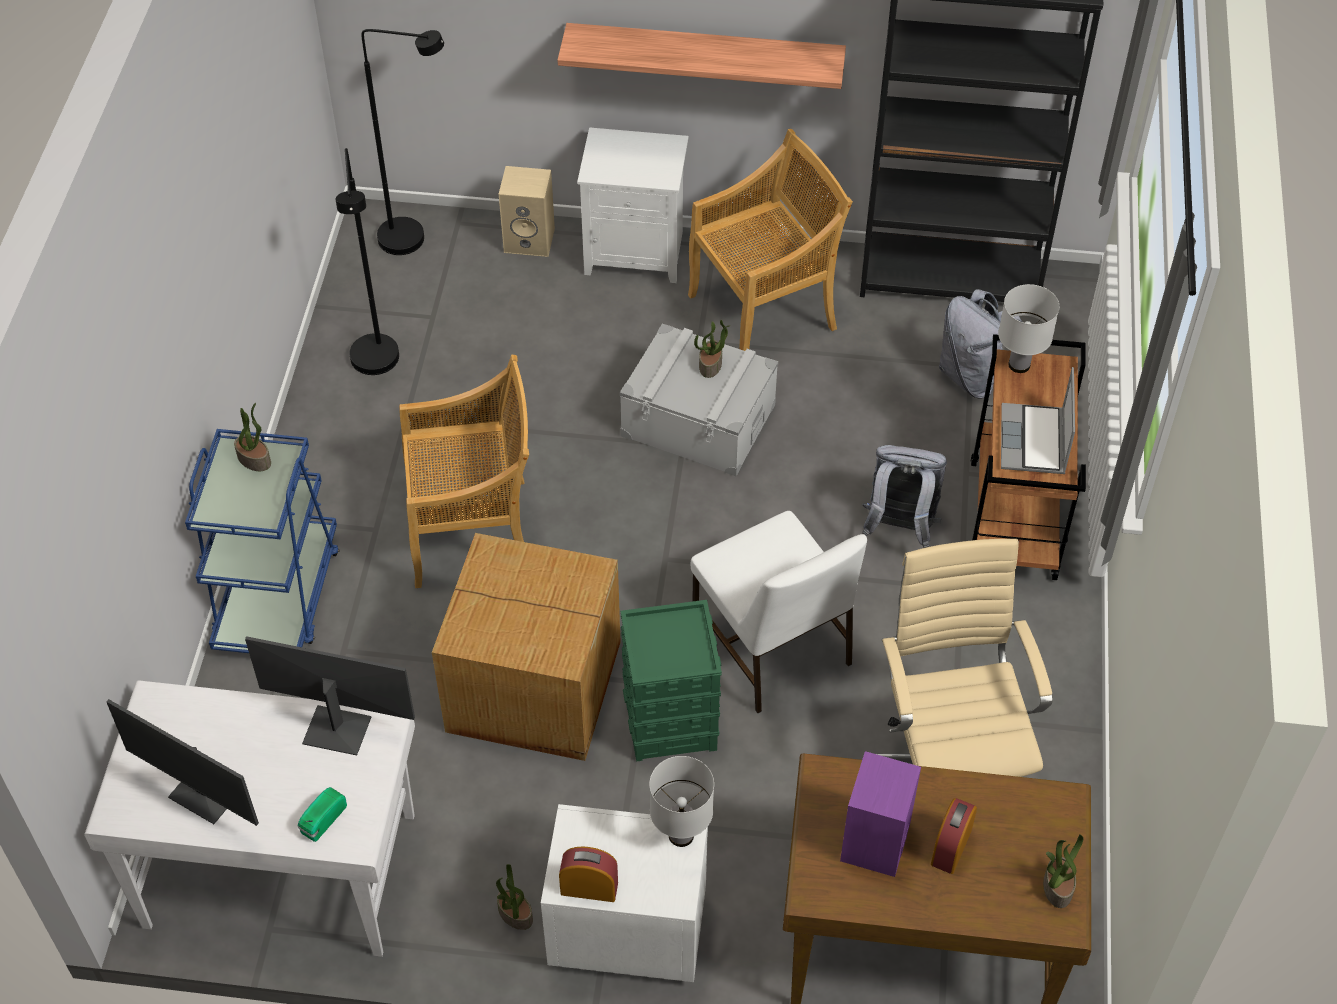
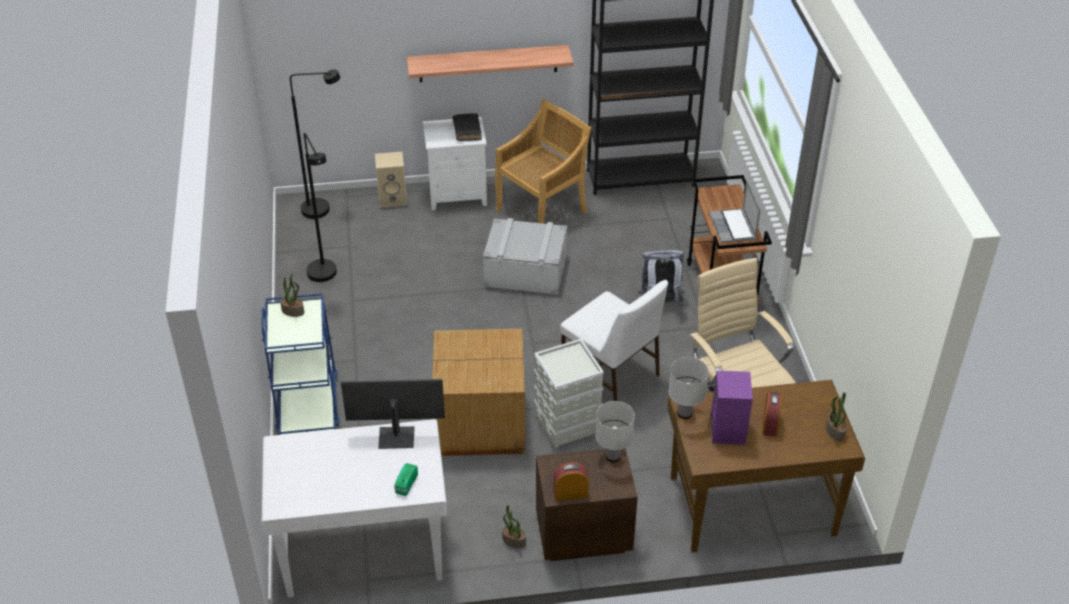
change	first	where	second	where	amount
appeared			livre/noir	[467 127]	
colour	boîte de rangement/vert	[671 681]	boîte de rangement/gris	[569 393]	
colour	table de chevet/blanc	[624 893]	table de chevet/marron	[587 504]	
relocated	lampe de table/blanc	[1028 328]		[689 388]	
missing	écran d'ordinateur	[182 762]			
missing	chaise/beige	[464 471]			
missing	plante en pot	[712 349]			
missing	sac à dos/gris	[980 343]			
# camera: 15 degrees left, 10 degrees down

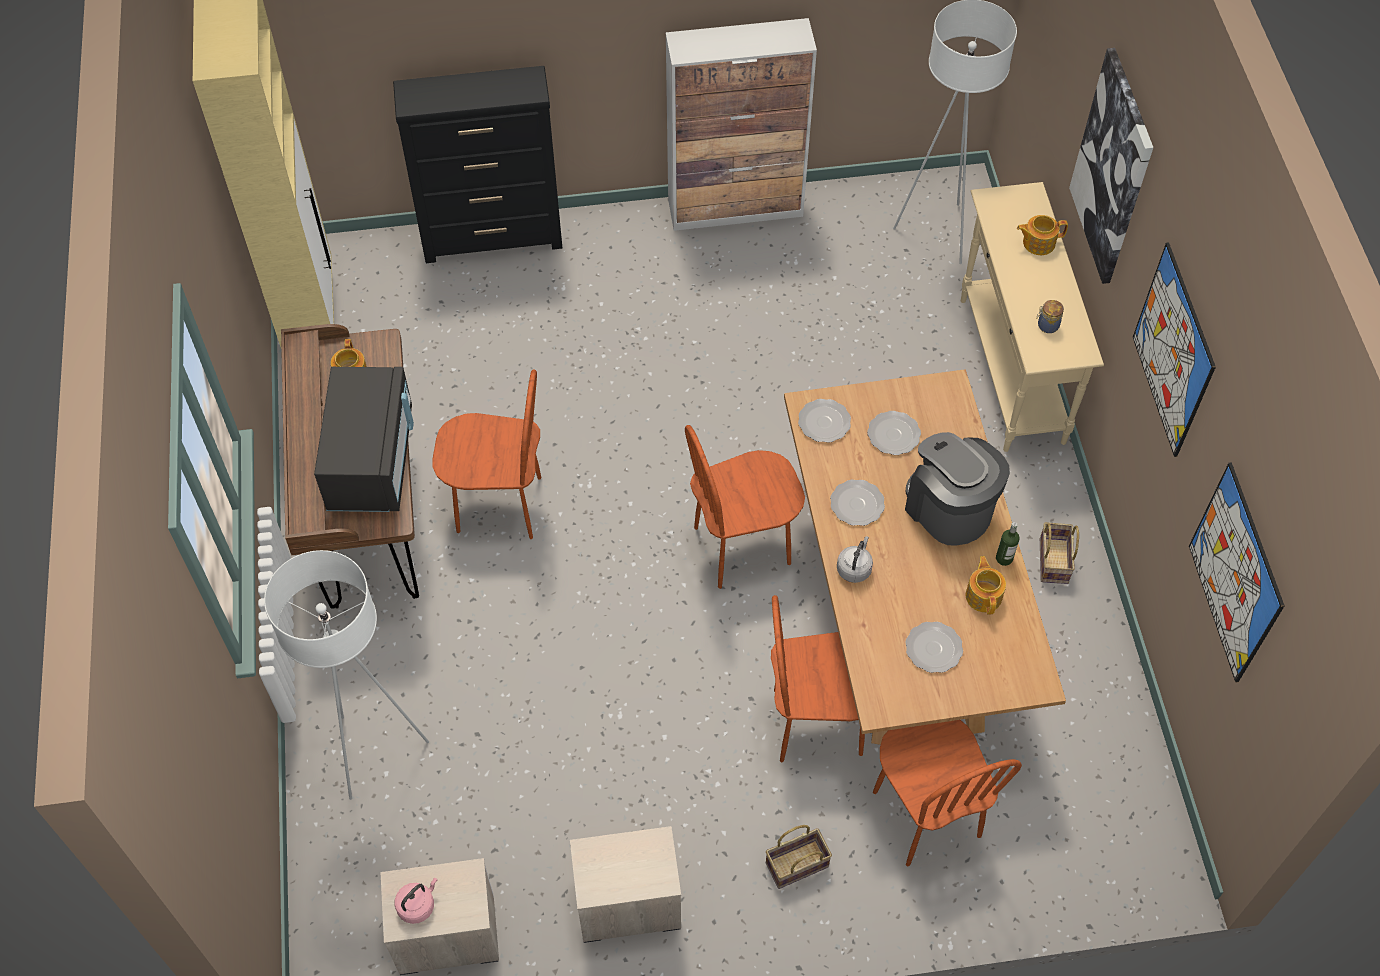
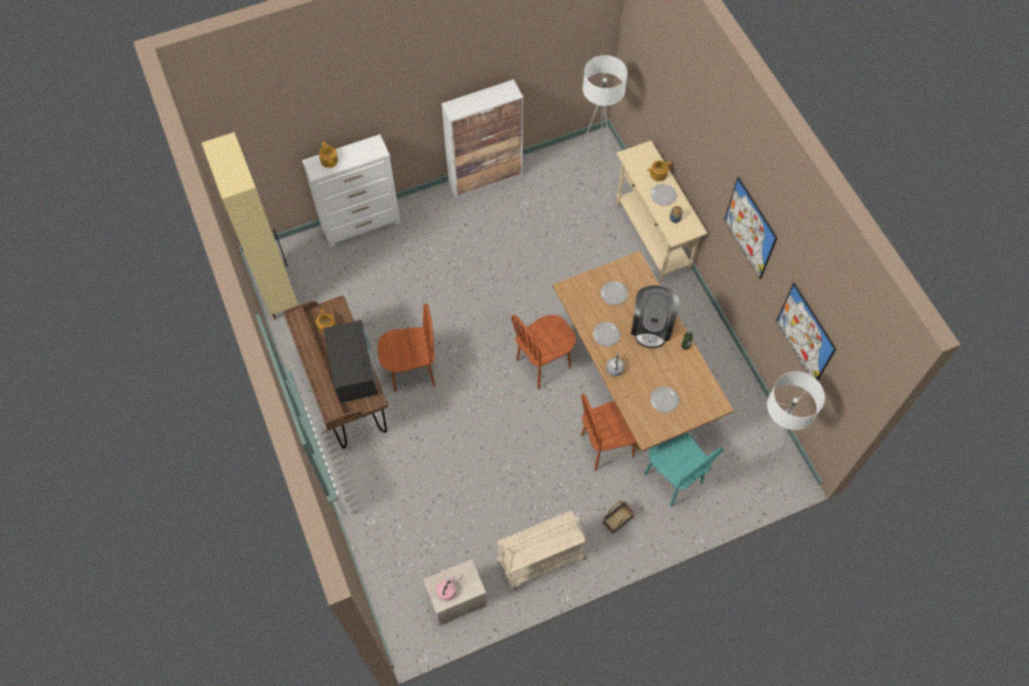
change	first	where	second	where	amount
colour	commode/noir	[477 164]	commode/blanc	[351 190]	
relocated	théière	[986 585]		[328 154]	
exchanged	table de chevet	[625 884]	chariot/beige	[541 550]	
spun	machine à café	[957 488]		[655 317]	120 degrees counterclockwise
colour	chaise/marron	[947 793]	chaise/turquoise	[684 470]	
relocated	assiette	[824 421]		[663 195]	
relocated	lampadaire/blanc	[346 675]		[780 430]	
missing	panier	[1059 553]			
missing	tableau	[1111 166]			
# camera: 15 degrees left, 5 degrees up

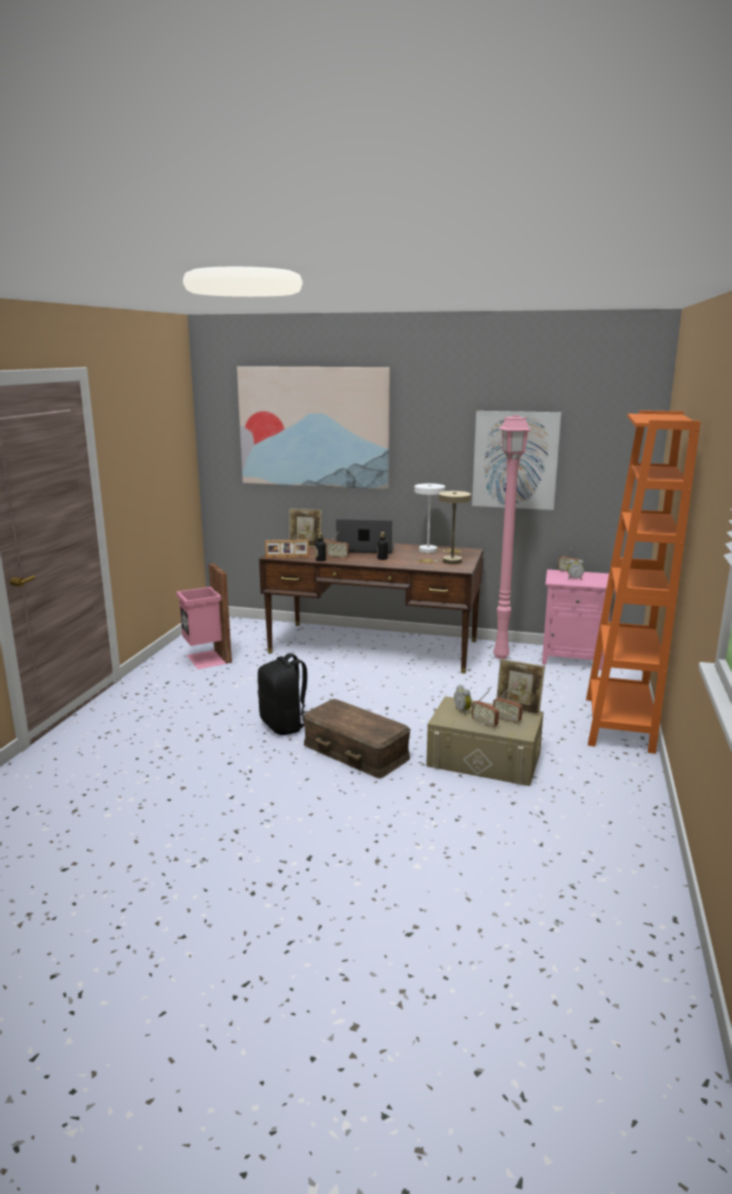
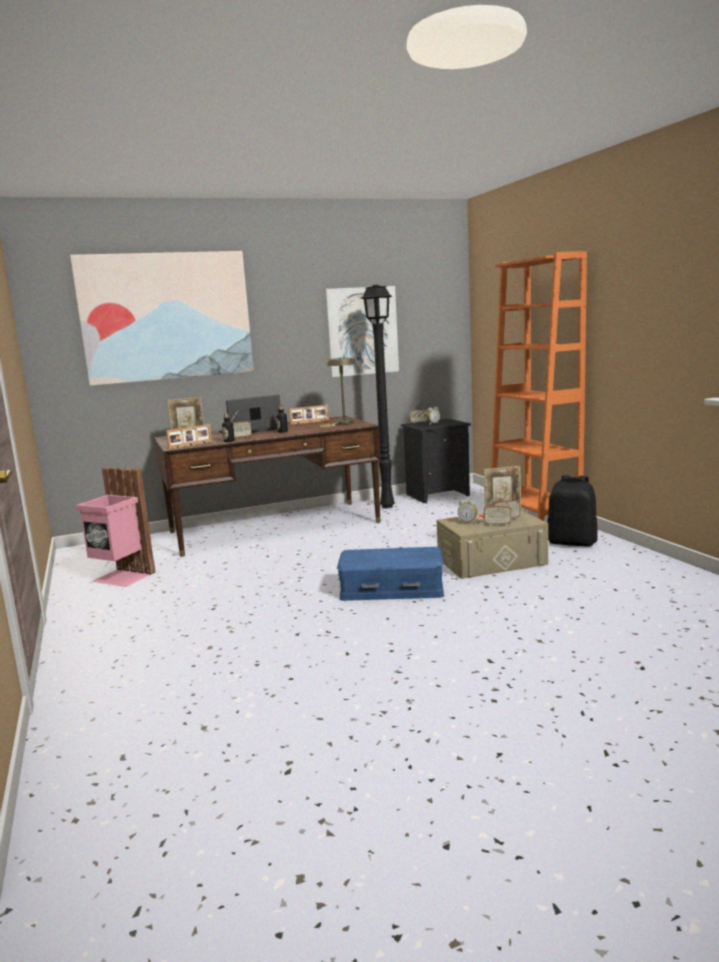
change	first	where	second	where	amount
exchanged	lampe de table/blanc	[437 518]	cadre photo	[309 415]	
colour	boîte de rangement/marron	[357 738]	boîte de rangement/bleu	[390 574]	
colour	lampadaire/rose	[512 537]	lampadaire/noir	[378 396]	
colour	table de chevet/rose	[578 619]	table de chevet/noir	[436 461]	
relocated	sac à dos/noir	[282 694]		[572 511]	
# camera: 35 degrees left, 5 degrees down

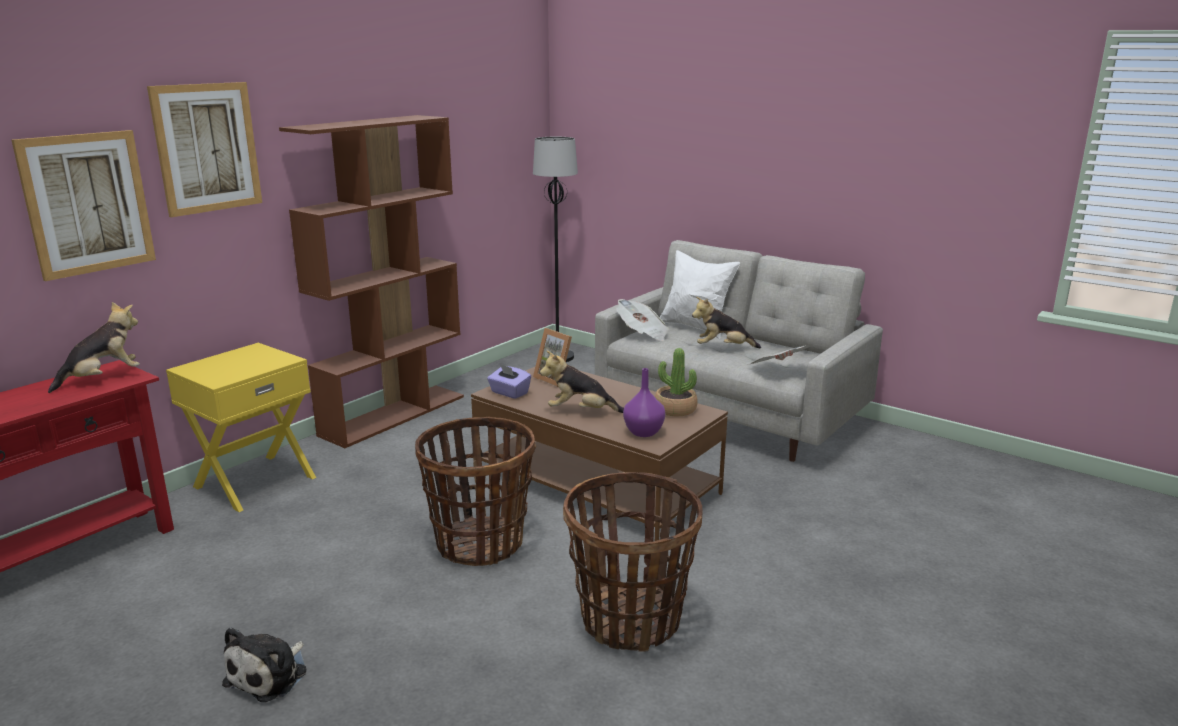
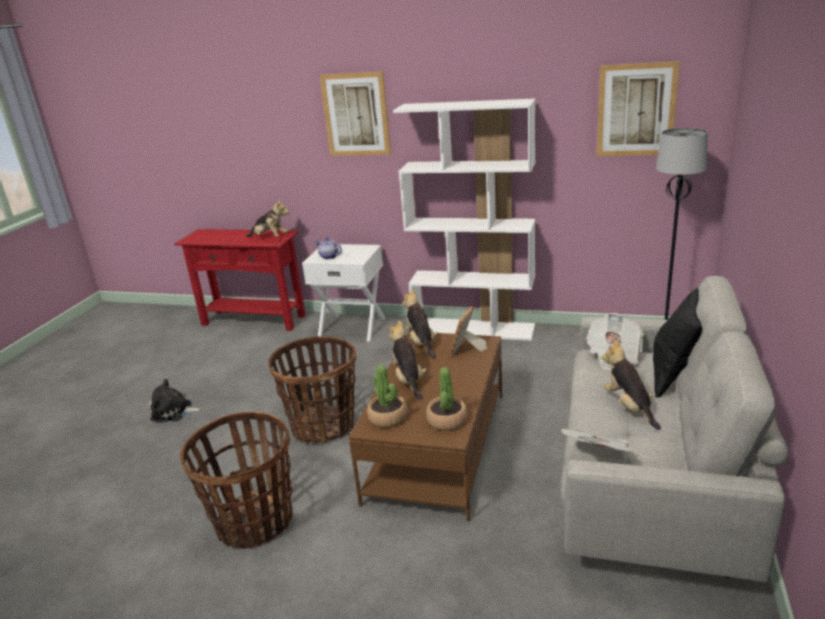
change	first	where	second	where	amount
colour	table de chevet/jaune	[241 427]	table de chevet/blanc	[343 293]	
appeared			théière	[328 248]	
exchanged	vase/violet	[644 402]	plante en pot	[387 396]	
colour	bibliothèque/marron	[371 281]	bibliothèque/blanc	[464 219]	
exchanged	boîte à mouchoirs/violet	[509 381]	peluche	[420 324]	
relocated	tableau	[84 205]		[638 108]	
colour	coussin/blanc	[700 294]	coussin/noir	[677 342]	
# camera: 70 degrees right, 5 degrees up

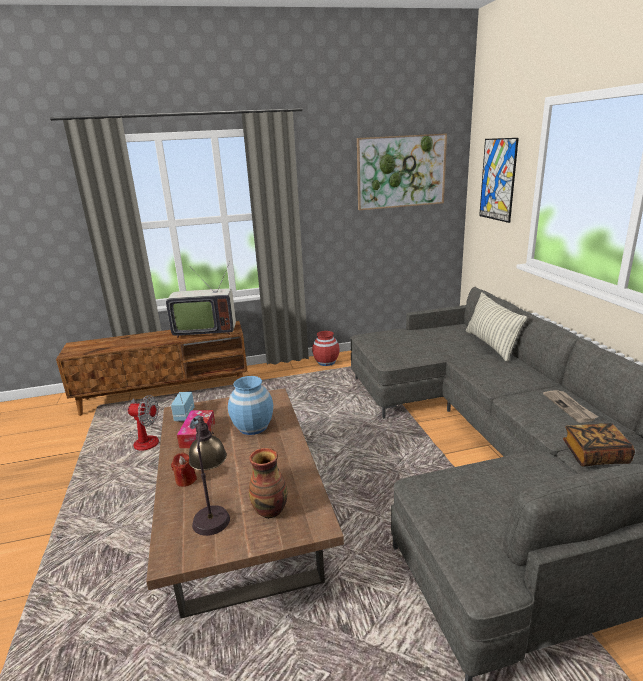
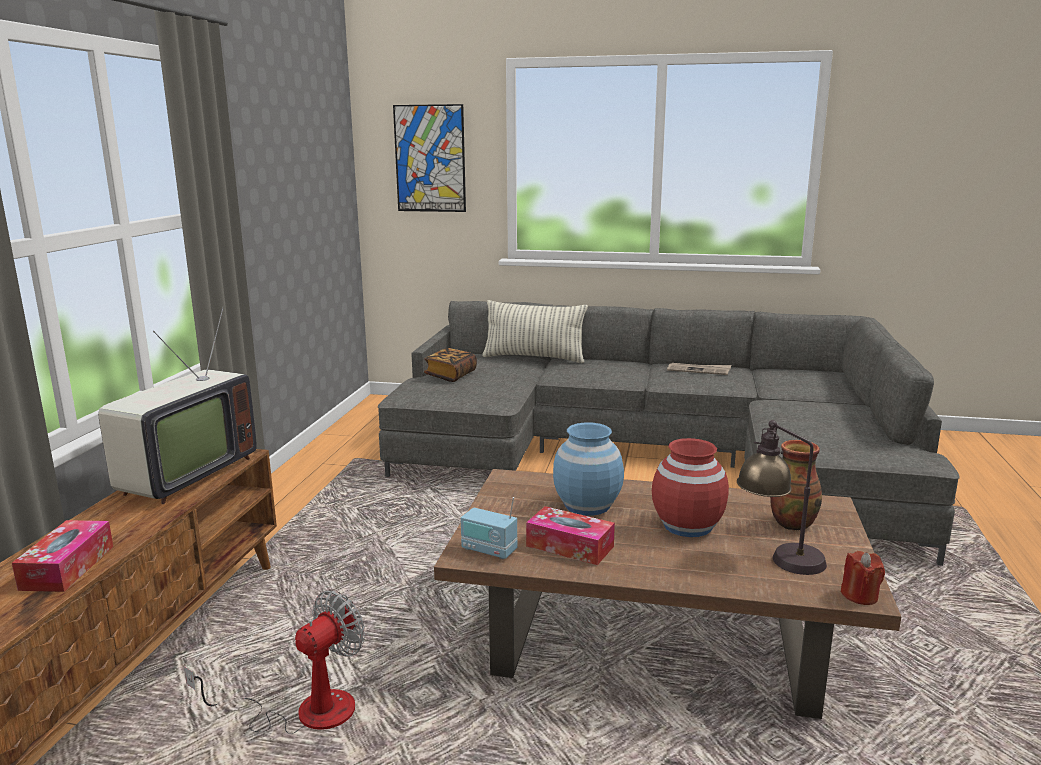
change	first	where	second	where	amount
appeared			boîte à mouchoirs	[62 556]	
relocated	livre	[599 445]		[450 365]	
relocated	vase/rouge	[326 348]		[690 487]	
relocated	bougie/rouge	[184 470]		[863 578]	
missing	tableau	[402 171]			
# camera: 65 degrees left, 5 degrees down

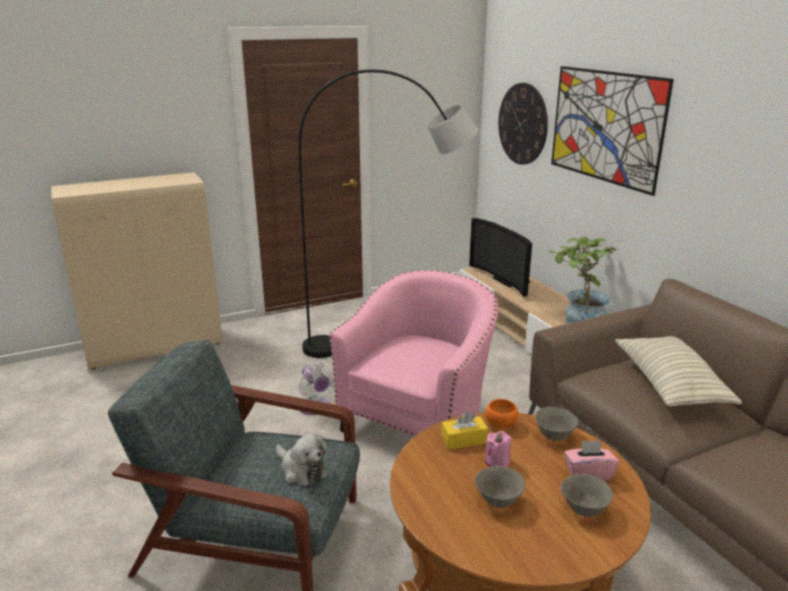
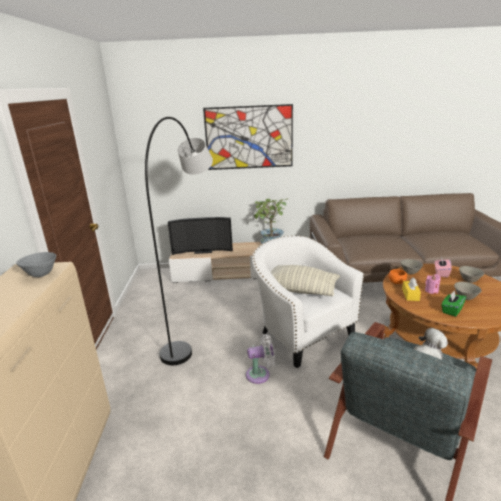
change	first	where	second	where	amount
appeared			bol/gris	[36 264]	
colour	fauteuil/rose	[413 353]	fauteuil/blanc	[308 302]	
relocated	coussin	[678 371]		[305 280]	
appeared			boîte à mouchoirs/vert	[454 303]	
missing	horloge murale	[523 124]			
# camera: 65 degrees left, 0 degrees up

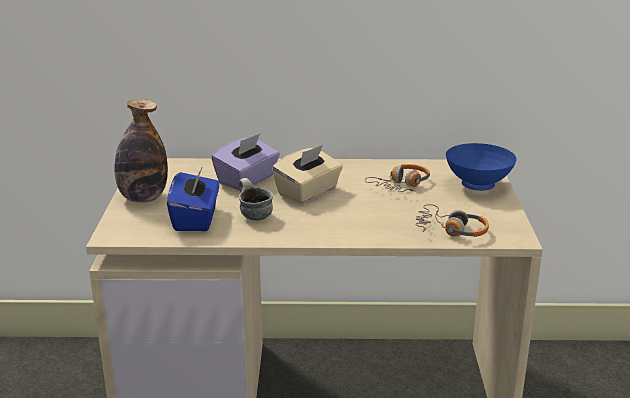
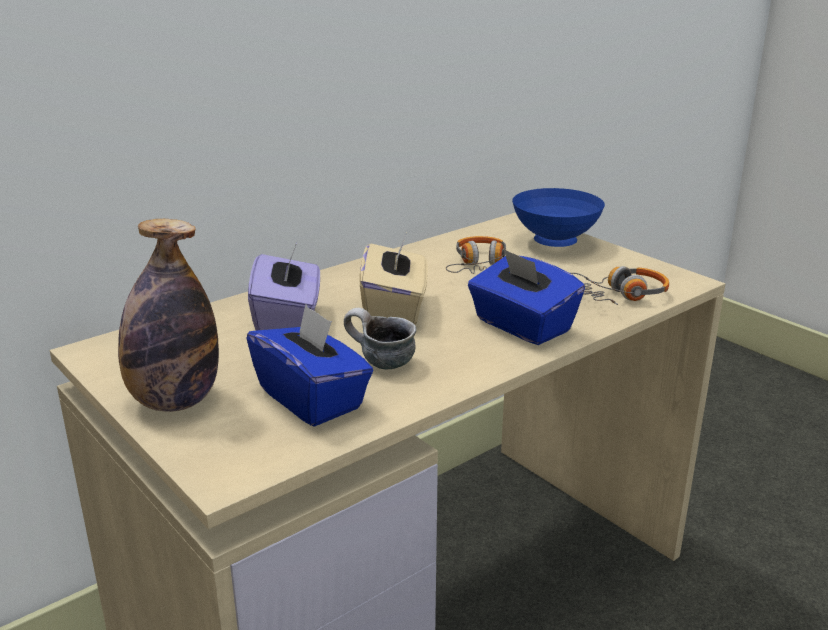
change	first	where	second	where	amount
appeared			boîte à mouchoirs/bleu	[526 296]	
# camera: 40 degrees left, 0 degrees up

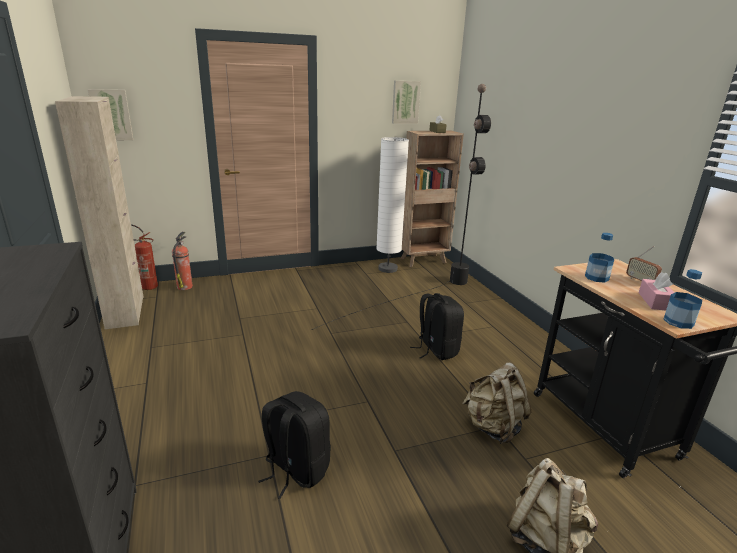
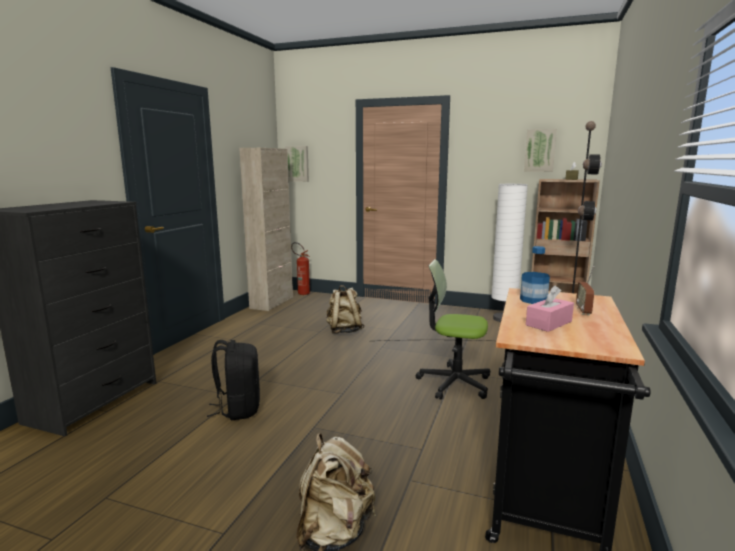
change	first	where	second	where	amount
relocated	sac à dos/beige	[496 403]		[345 309]	
exchanged	sac à dos/noir	[437 326]	chaise de bureau	[453 329]	
missing	extincteur	[182 261]			
missing	bouteille	[683 299]			
# camera: 40 degrees right, 10 degrees down

